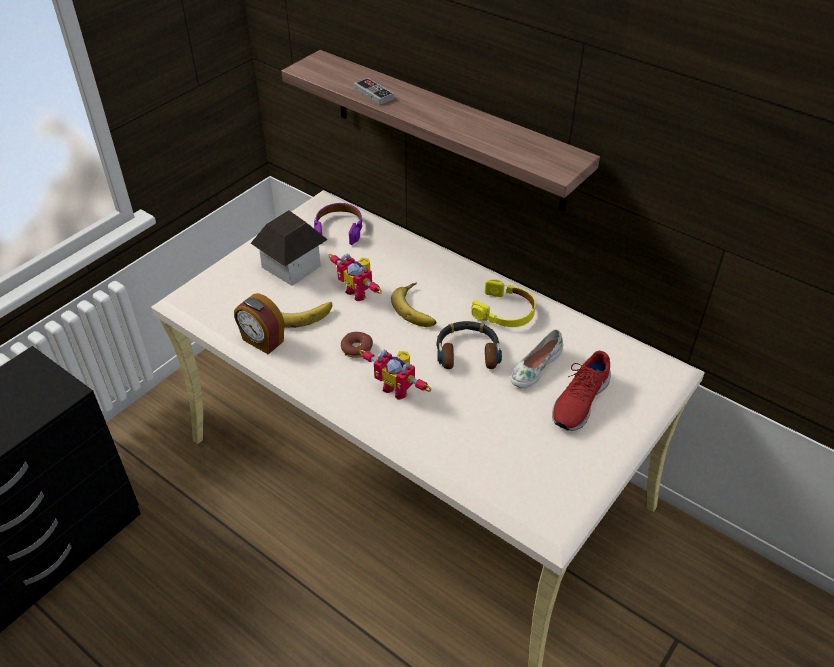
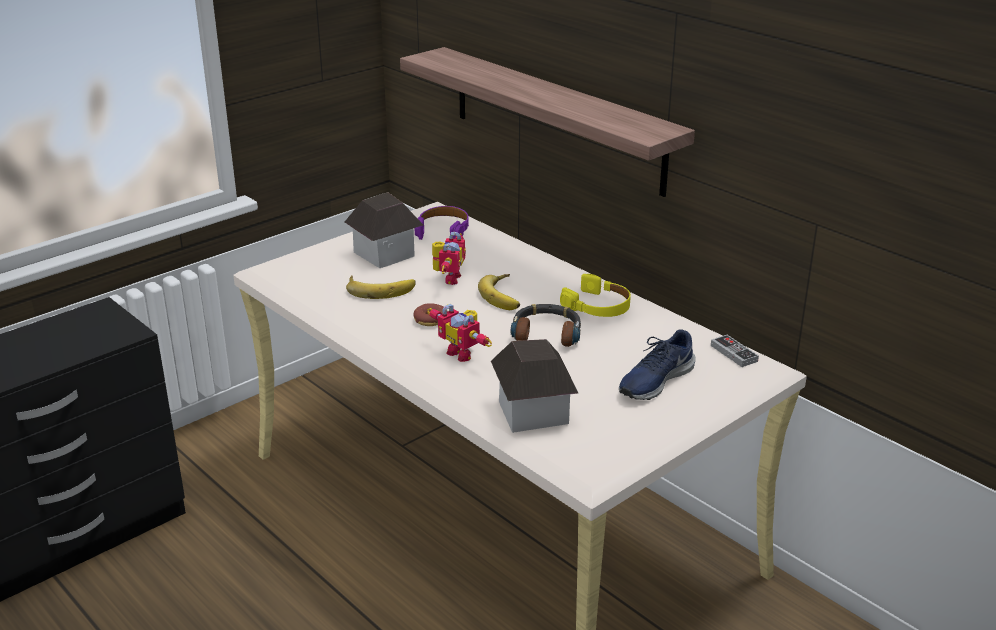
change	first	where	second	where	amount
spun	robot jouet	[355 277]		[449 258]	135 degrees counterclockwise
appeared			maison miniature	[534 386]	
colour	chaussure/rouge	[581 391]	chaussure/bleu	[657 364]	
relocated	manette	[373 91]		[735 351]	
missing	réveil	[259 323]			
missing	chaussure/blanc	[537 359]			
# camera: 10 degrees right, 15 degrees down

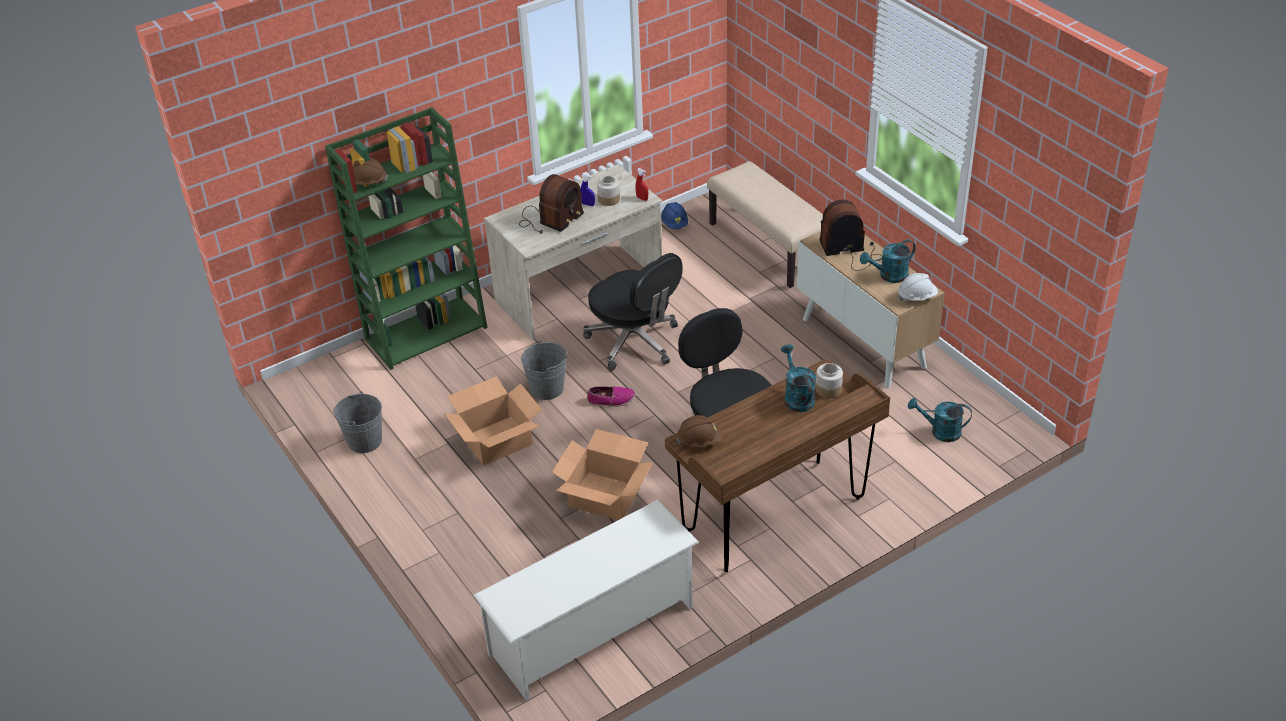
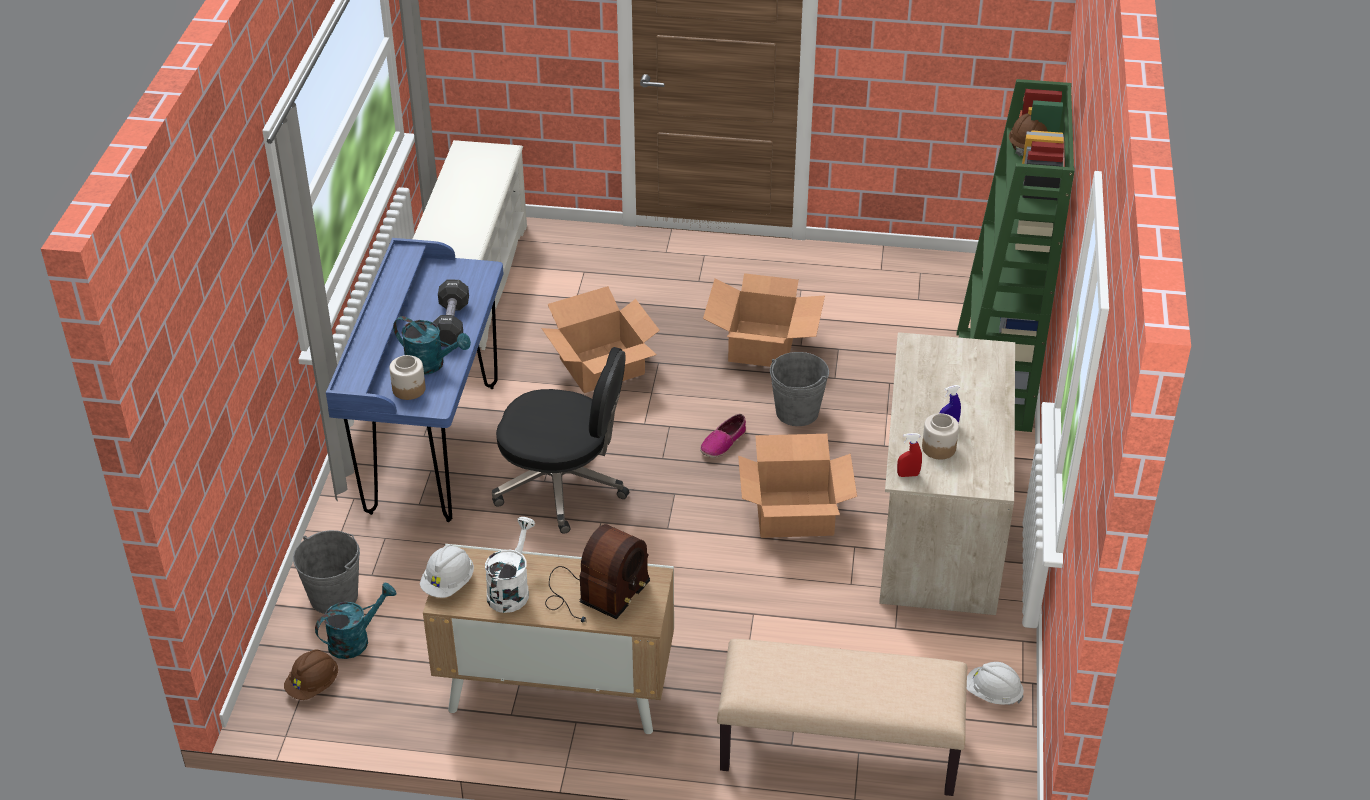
change	first	where	second	where	amount
relocated	casque de chantier/marron	[699 431]		[311 675]	
relocated	seau/gris	[357 422]		[326 572]	
colour	bureau/marron	[777 465]	bureau/bleu	[414 380]	
appeared			haltère/noir	[451 313]	
colour	arrosoir/turquoise	[888 261]	arrosoir/blanc	[510 565]	
exchanged	chaise de bureau/noir	[633 312]	carton	[797 486]	
colour	casque de chantier/bleu	[674 215]	casque de chantier/blanc	[995 683]	
missing	radio	[551 204]			
# camera: 130 degrees right, 0 degrees up

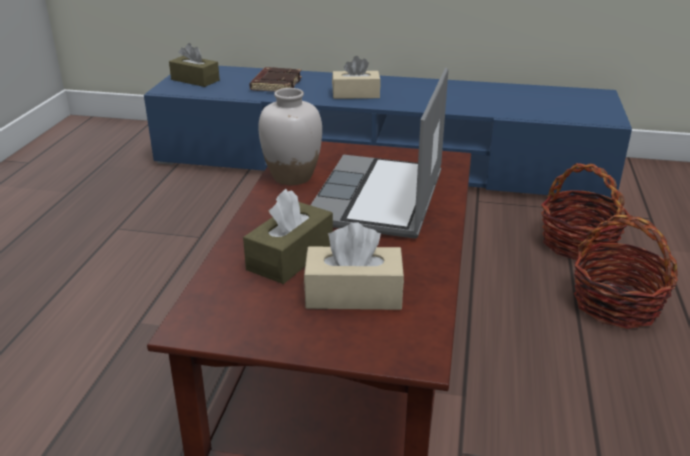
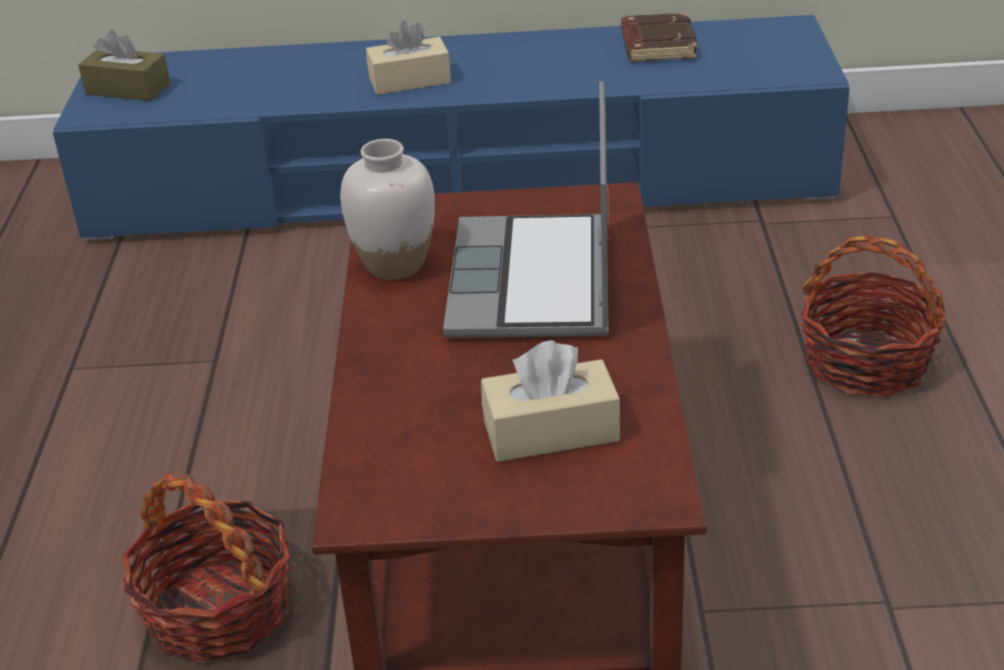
change	first	where	second	where	amount
relocated	panier	[585 211]		[206 567]	
relocated	livre/marron	[275 79]		[659 37]	
missing	boîte à mouchoirs/marron	[288 236]			
# camera: 10 degrees left, 5 degrees up

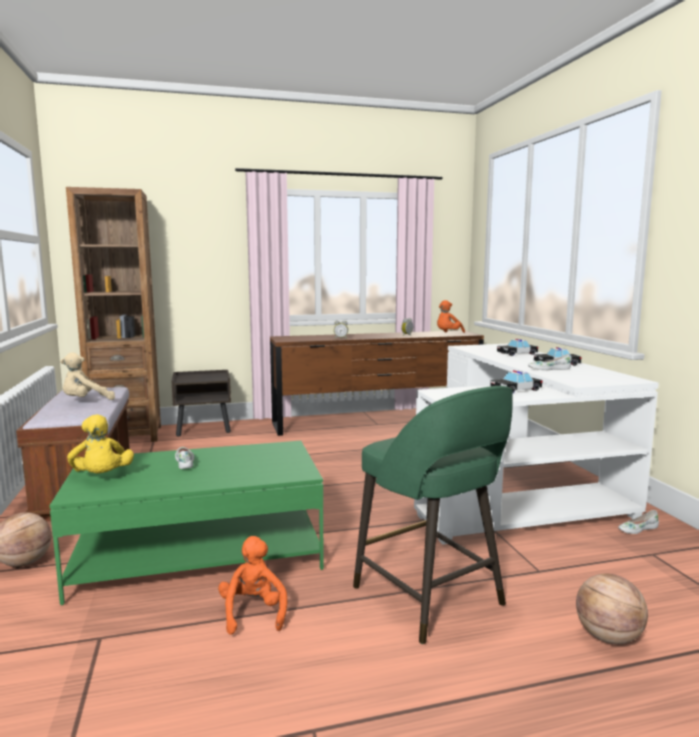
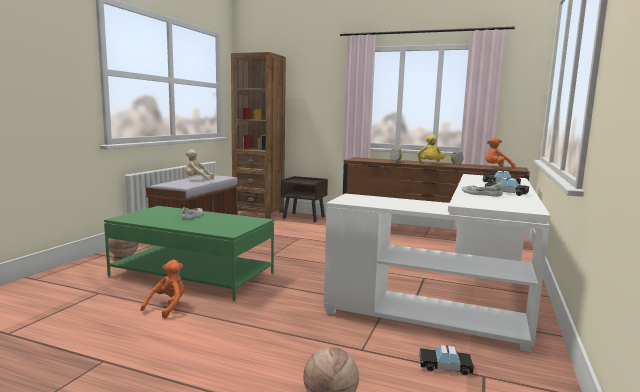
change	first	where	second	where	amount
relocated	peluche/jaune	[100 443]		[431 148]	
relocated	petite voiture	[516 381]		[447 360]	
missing	tabouret/vert	[433 515]			
missing	chaussure/blanc	[638 522]			
# camera: 35 degrees right, 0 degrees up

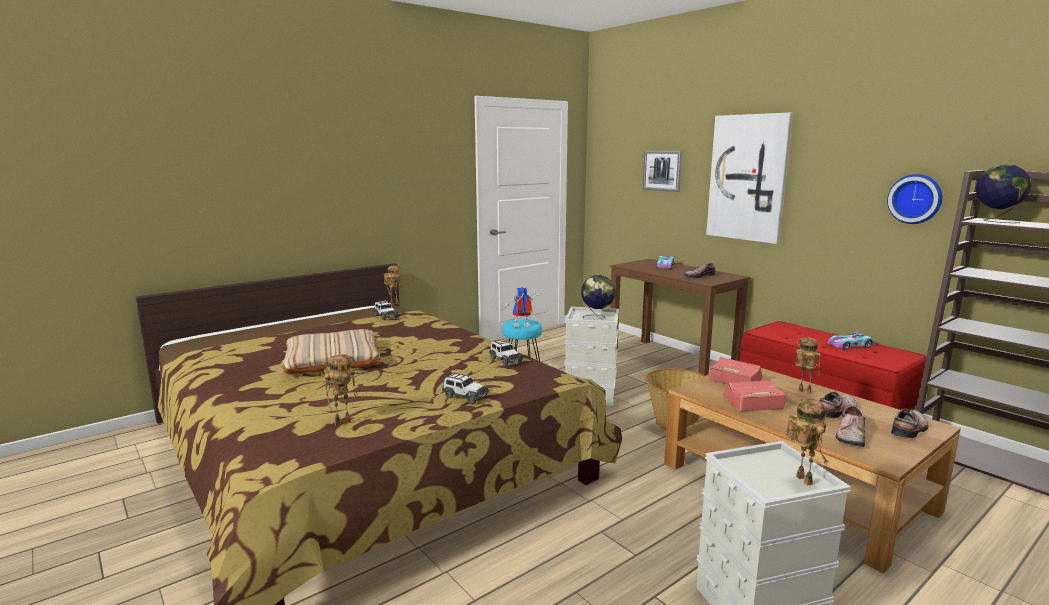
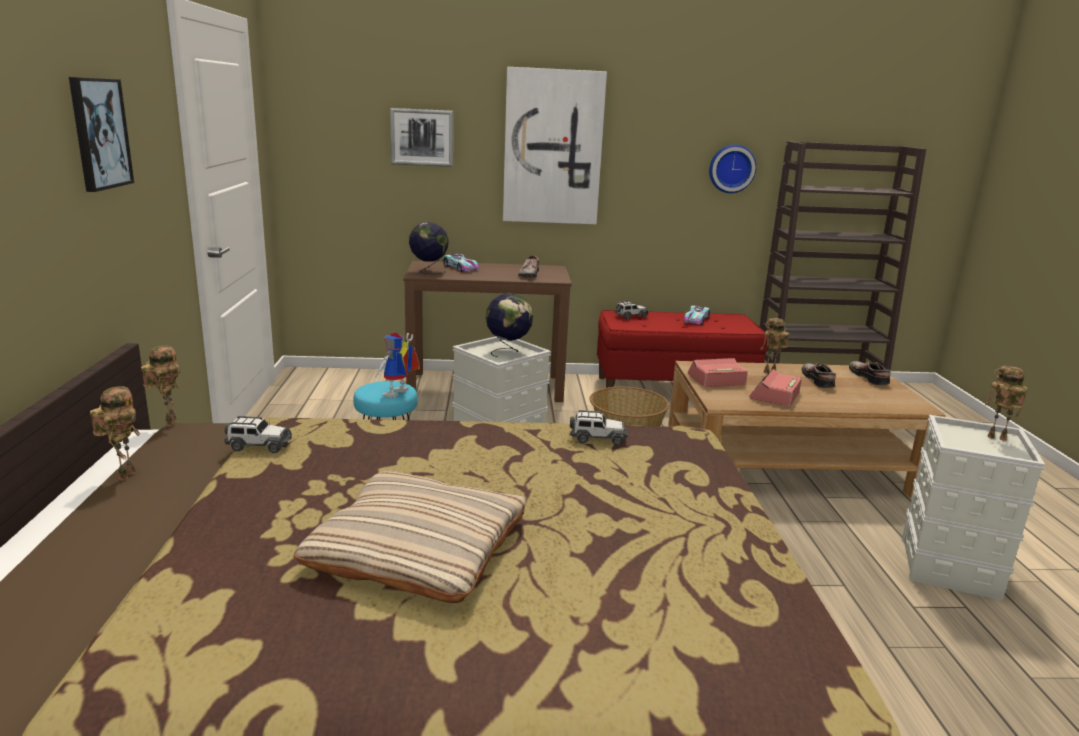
change	first	where	second	where	amount
appeared			tableau	[101 134]	
relocated	robot jouet	[341 390]		[115 433]	
relocated	globe	[1003 193]		[429 248]	
relocated	petite voiture	[465 388]		[632 310]	
missing	chaussure	[850 426]			
# camera: 55 degrees left, 5 degrees up

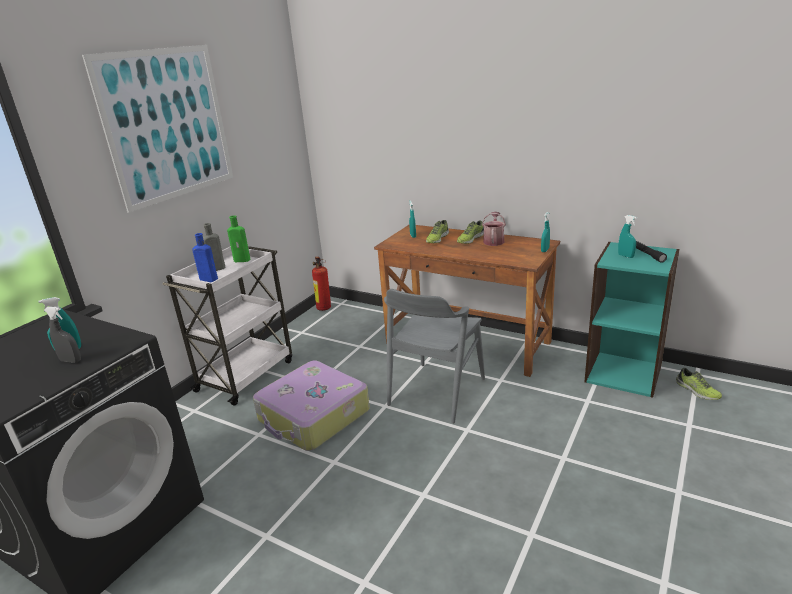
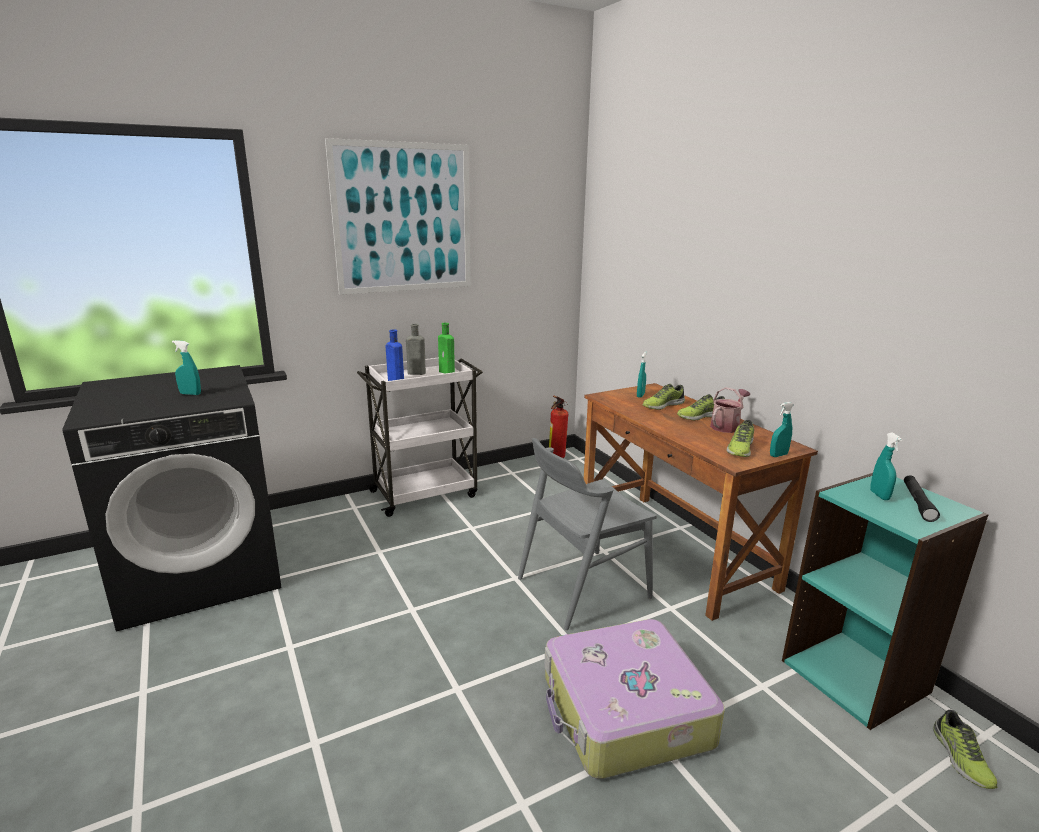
change	first	where	second	where	amount
relocated	valise	[311 406]		[634 699]	
appeared			chaussure	[740 438]	
missing	vaporisateur/gris	[62 335]			
# camera: 30 degrees right, 5 degrees down

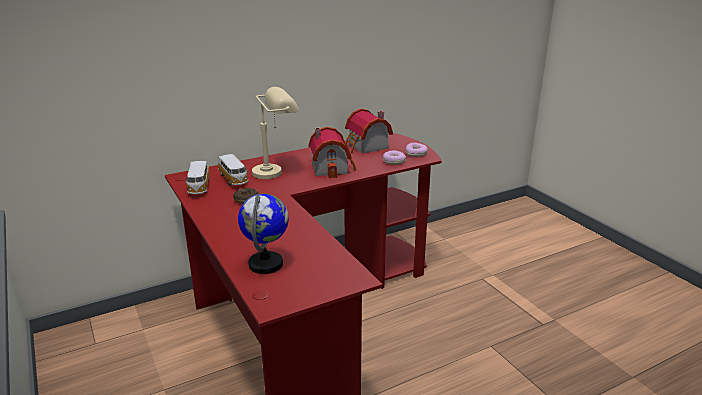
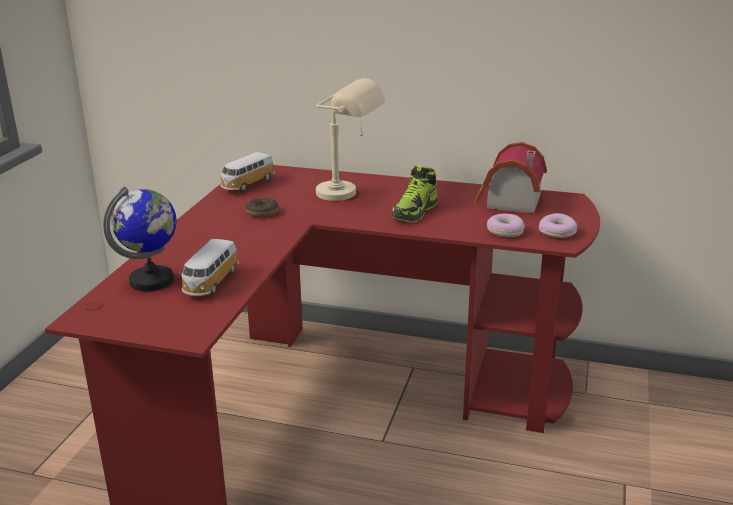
change	first	where	second	where	amount
relocated	petite voiture	[233 170]		[209 267]	
exchanged	maison miniature	[332 153]	chaussure	[415 194]	
# camera: 45 degrees right, 0 degrees up

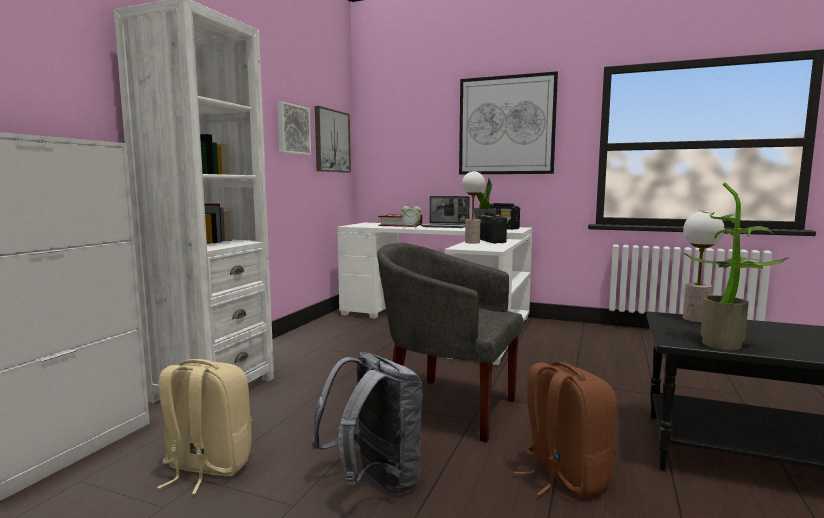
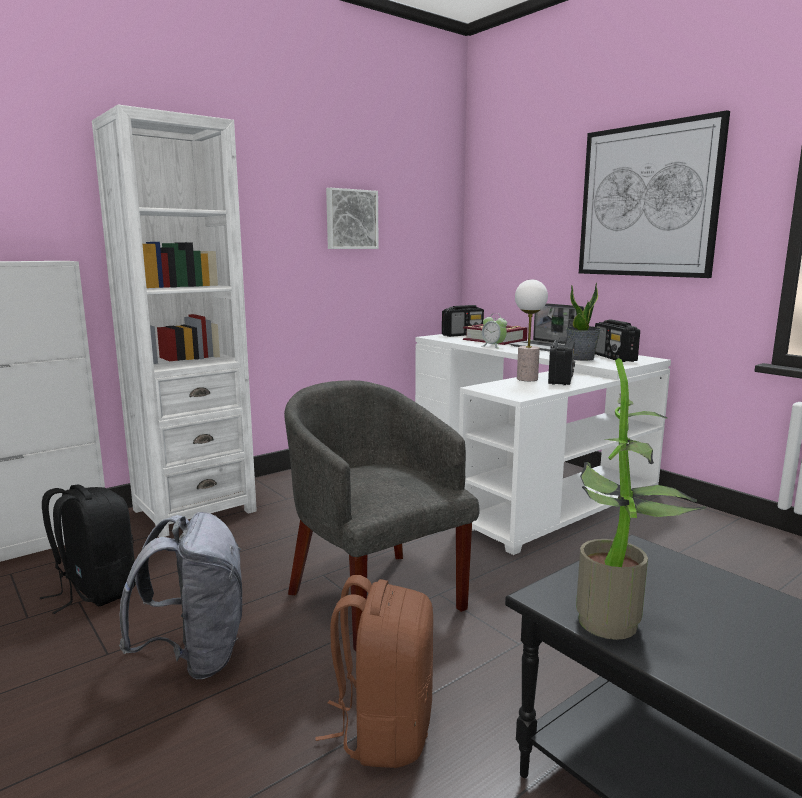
change	first	where	second	where	amount
colour	sac à dos/beige	[204 426]	sac à dos/noir	[88 549]	
appeared			radio	[463 321]	
missing	tableau	[333 139]			
missing	lampe de table	[703 267]			
# camera: 30 degrees right, 5 degrees up

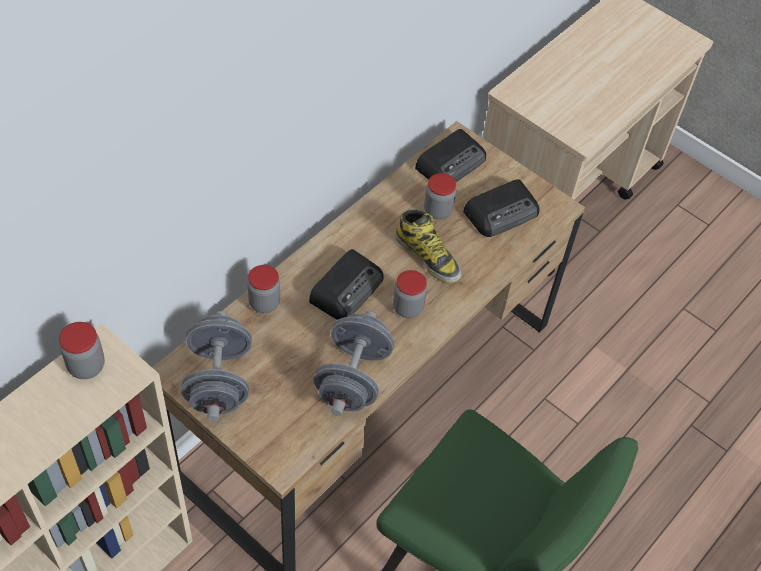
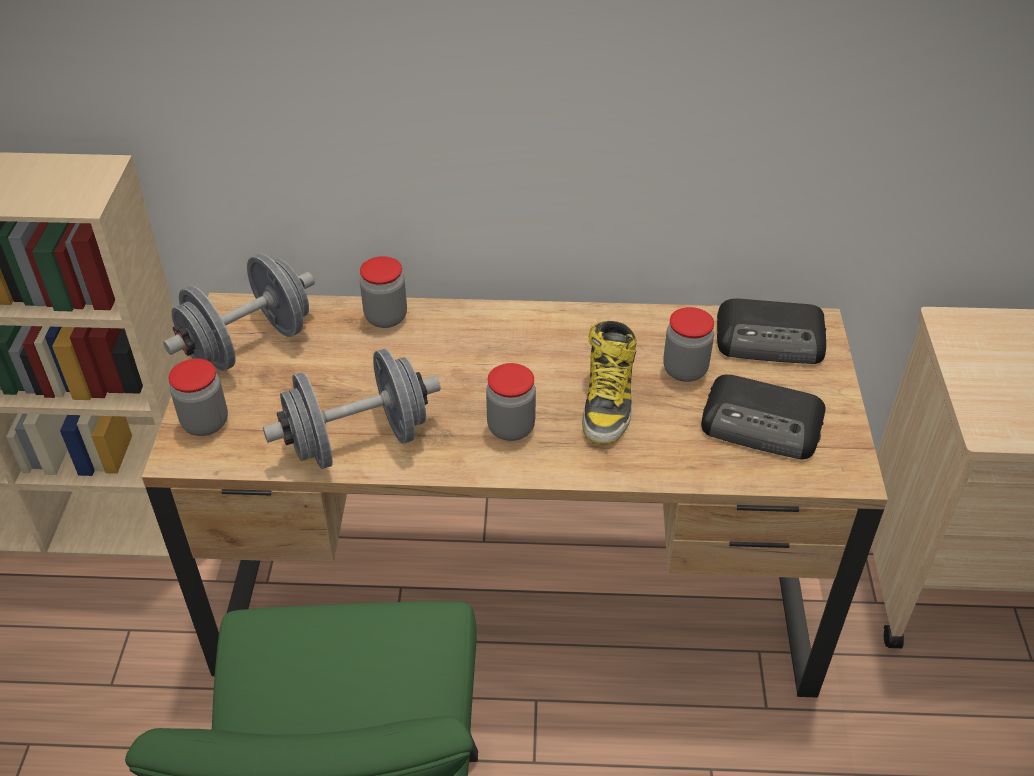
change	first	where	second	where	amount
relocated	bocal	[82 350]		[198 397]	
missing	radio	[346 284]			
# camera: 55 degrees right, 10 degrees down

